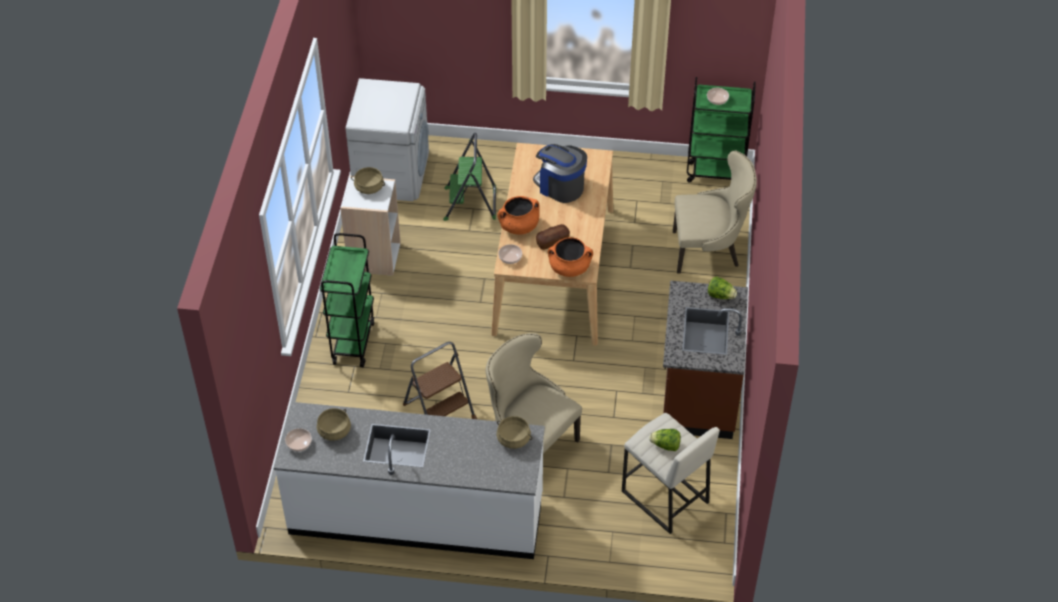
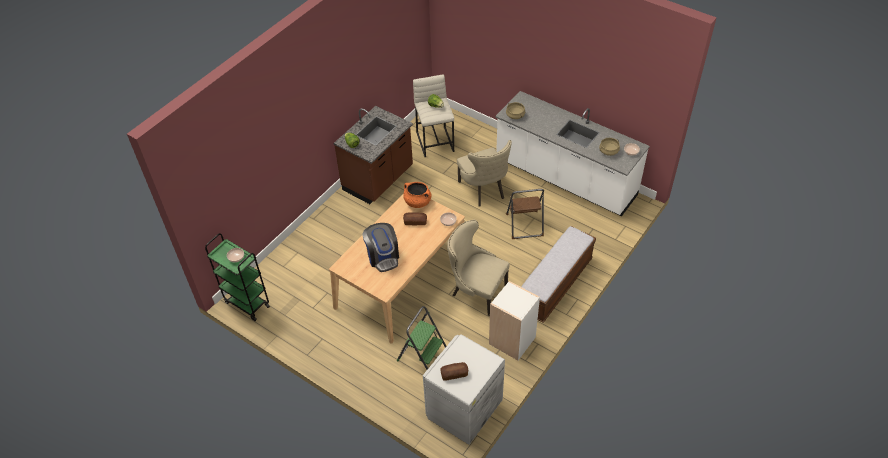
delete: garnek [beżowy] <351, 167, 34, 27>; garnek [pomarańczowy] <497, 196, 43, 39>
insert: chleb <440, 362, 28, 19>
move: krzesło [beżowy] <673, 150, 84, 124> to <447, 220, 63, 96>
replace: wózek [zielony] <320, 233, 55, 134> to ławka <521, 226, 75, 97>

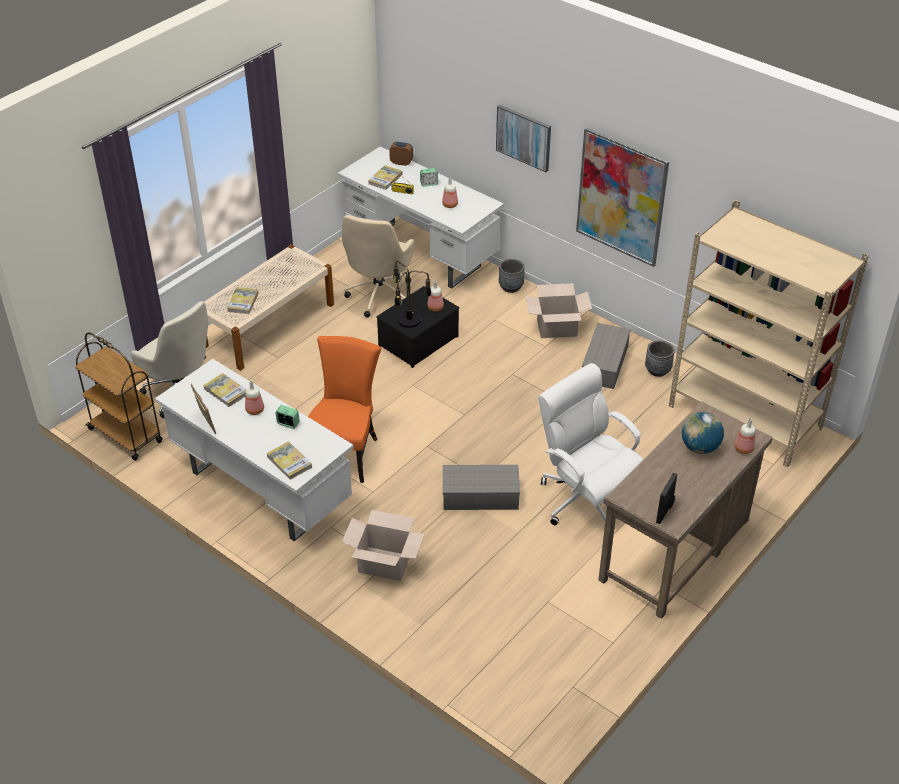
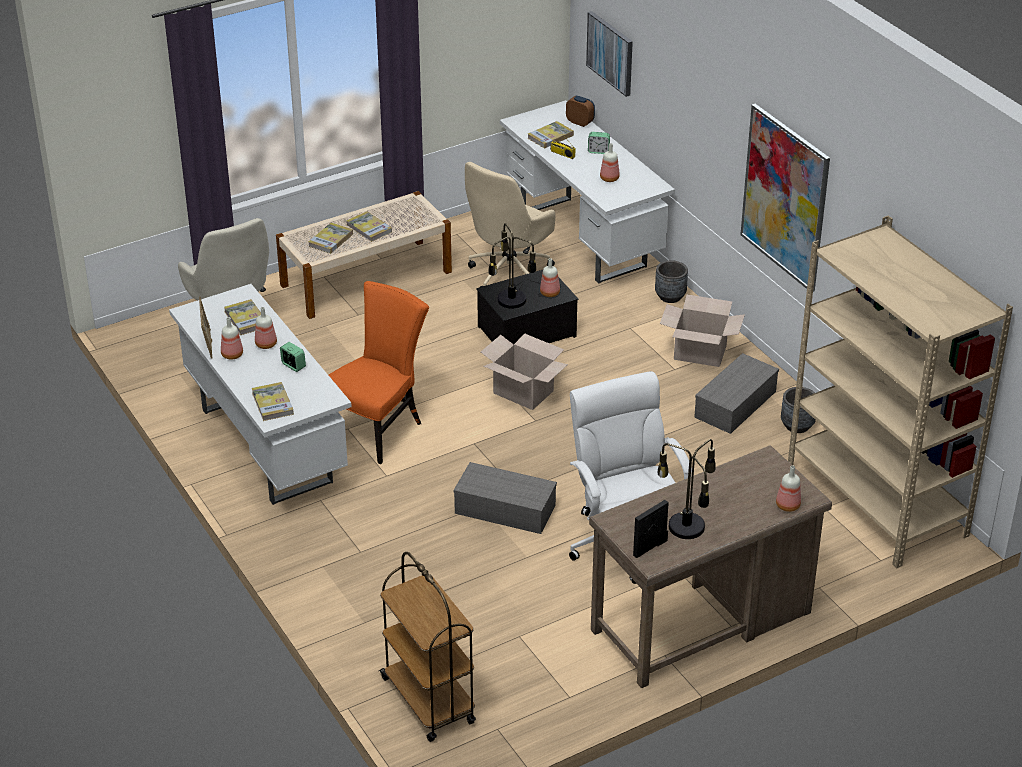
delete: globus <682, 412, 42, 42>
insert: butelka <221, 317, 22, 43>; książka <346, 211, 46, 31>; lampa stołowa <658, 439, 58, 100>
move: wózek [brązowy] <76, 332, 87, 129> to <379, 552, 97, 190>; karton <342, 510, 82, 71> to <481, 333, 87, 77>; obraz <496, 105, 55, 67> to <586, 11, 47, 86>

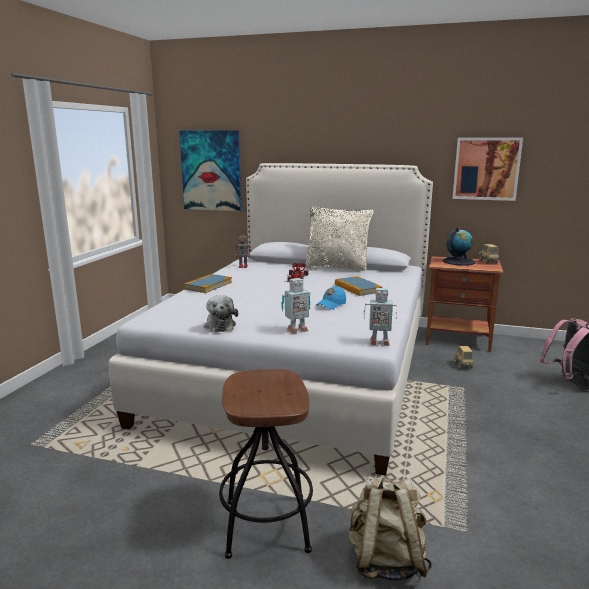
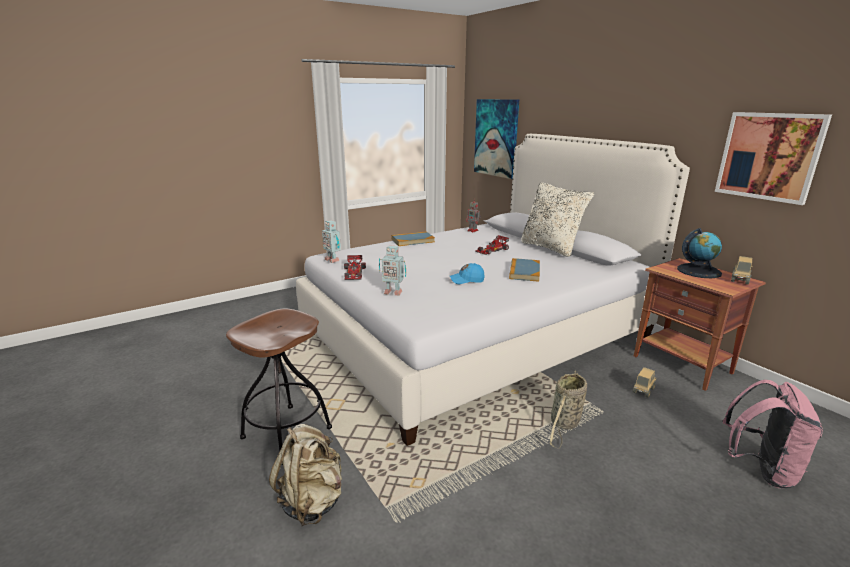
insert: koszyk <550, 371, 37, 77>
move: robot zabawkowy <364, 288, 33, 58> to <322, 220, 19, 43>
replace: pluszak <204, 295, 34, 37> to samochodzik <344, 255, 22, 25>

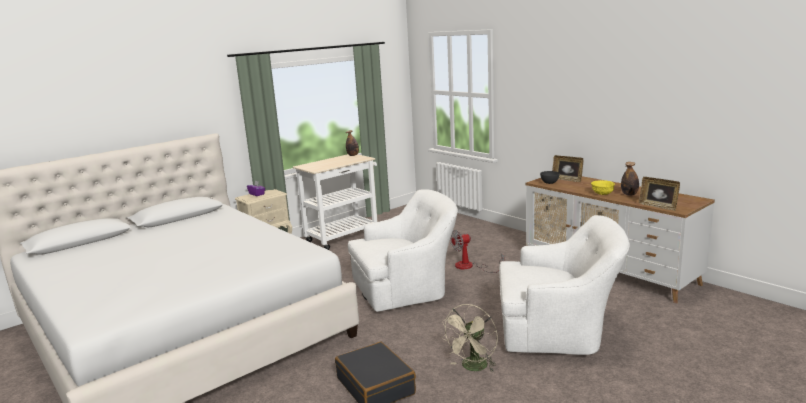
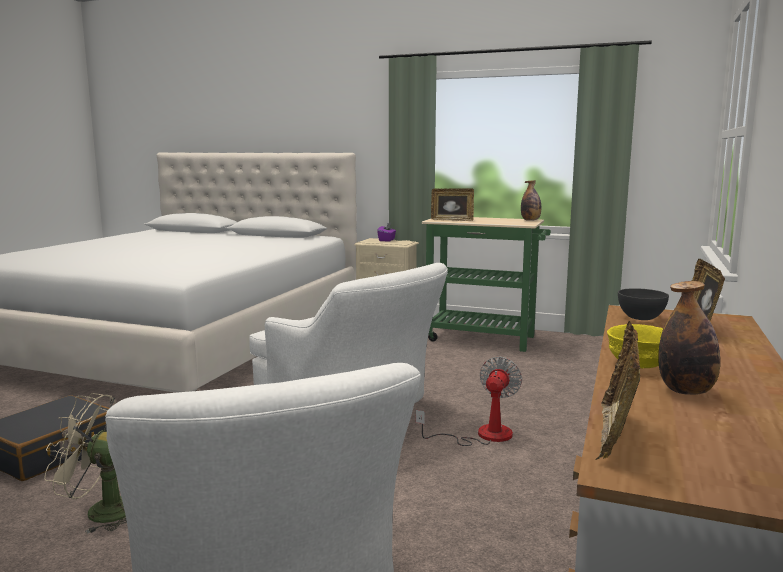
insert: ramka na zdjęcie <431, 188, 43, 33>
recolor: wózek [biały] <293, 154, 85, 96> to wózek [zielony] <422, 217, 129, 135>
rotate: wentylator <450, 230, 54, 43> = <416, 357, 106, 89> 75 degrees clockwise

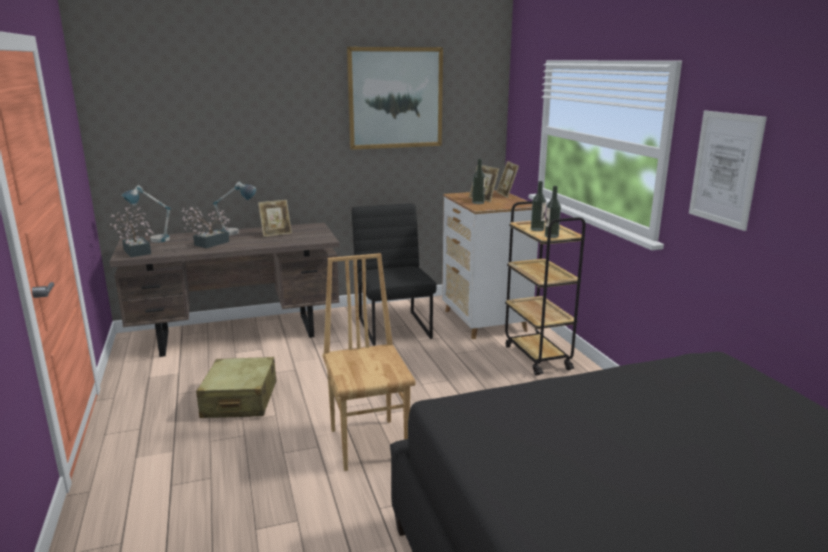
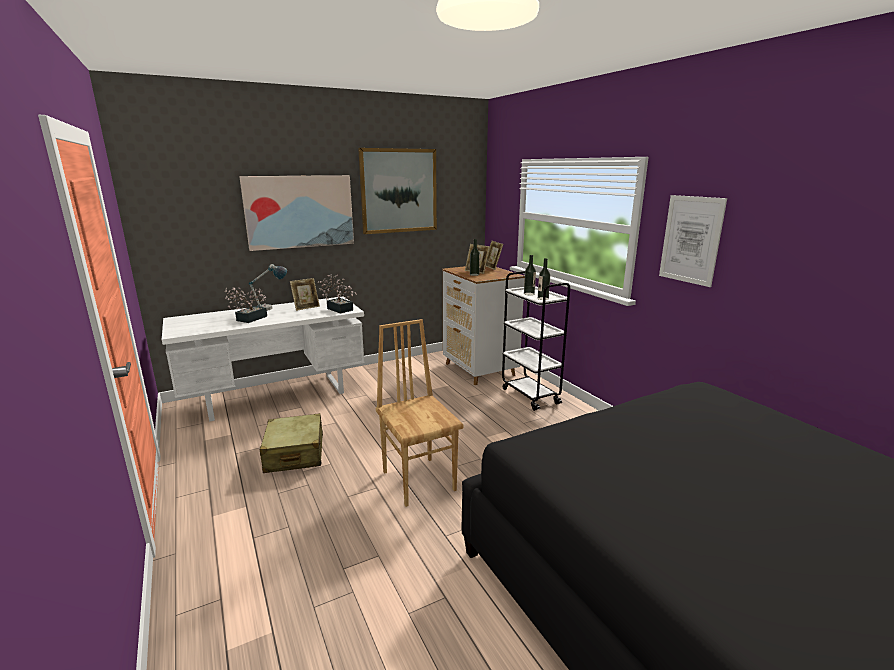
delete: lampa stołowa <121, 185, 50, 58>; krzesło [czarny] <352, 203, 84, 143>
insert: obraz <239, 175, 115, 76>
move: roślina doniczkowa <111, 207, 43, 50> to <318, 274, 39, 40>
recolor: biurko [brązowy] <110, 223, 230, 134> to biurko [biały] <162, 296, 202, 126>; wózek [brązowy] <505, 201, 81, 175> to wózek [biały] <502, 271, 68, 140>

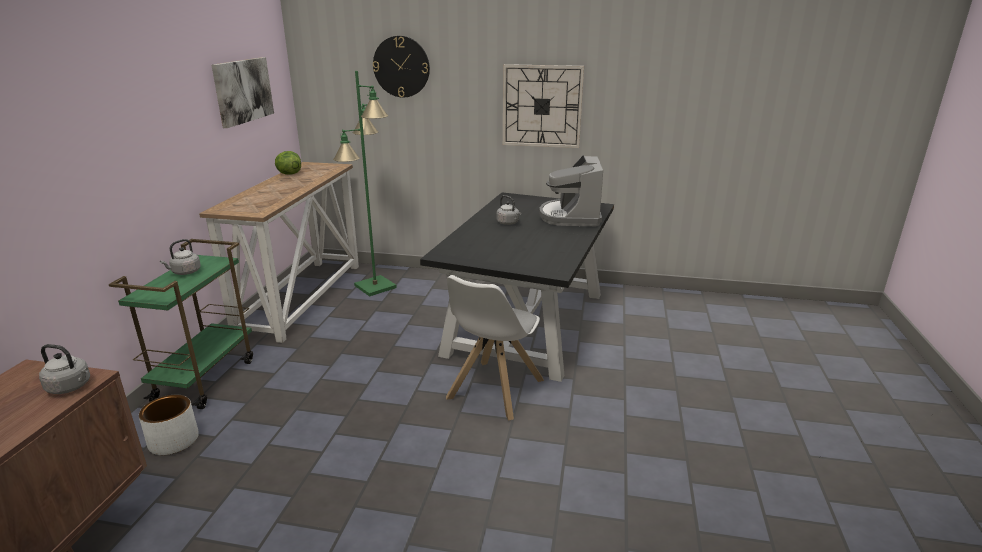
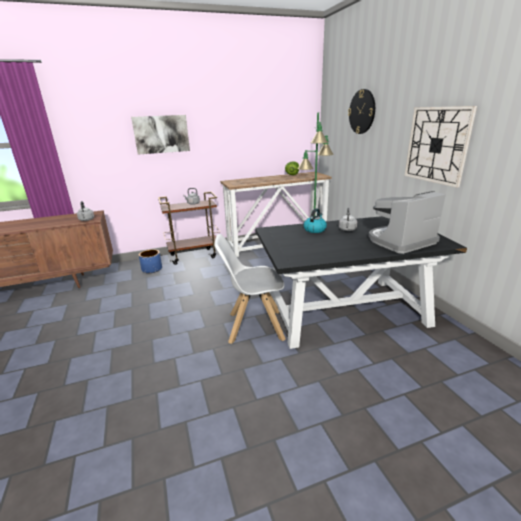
insert: czajnik <303, 208, 24, 25>
move: obraz <211, 57, 63, 71> to <131, 115, 59, 39>
recolor: wózek [zielony] <109, 239, 144, 170> to wózek [brązowy] <158, 192, 62, 73>; donica [biały] <139, 395, 60, 60> to donica [niebieski] <139, 249, 23, 24>

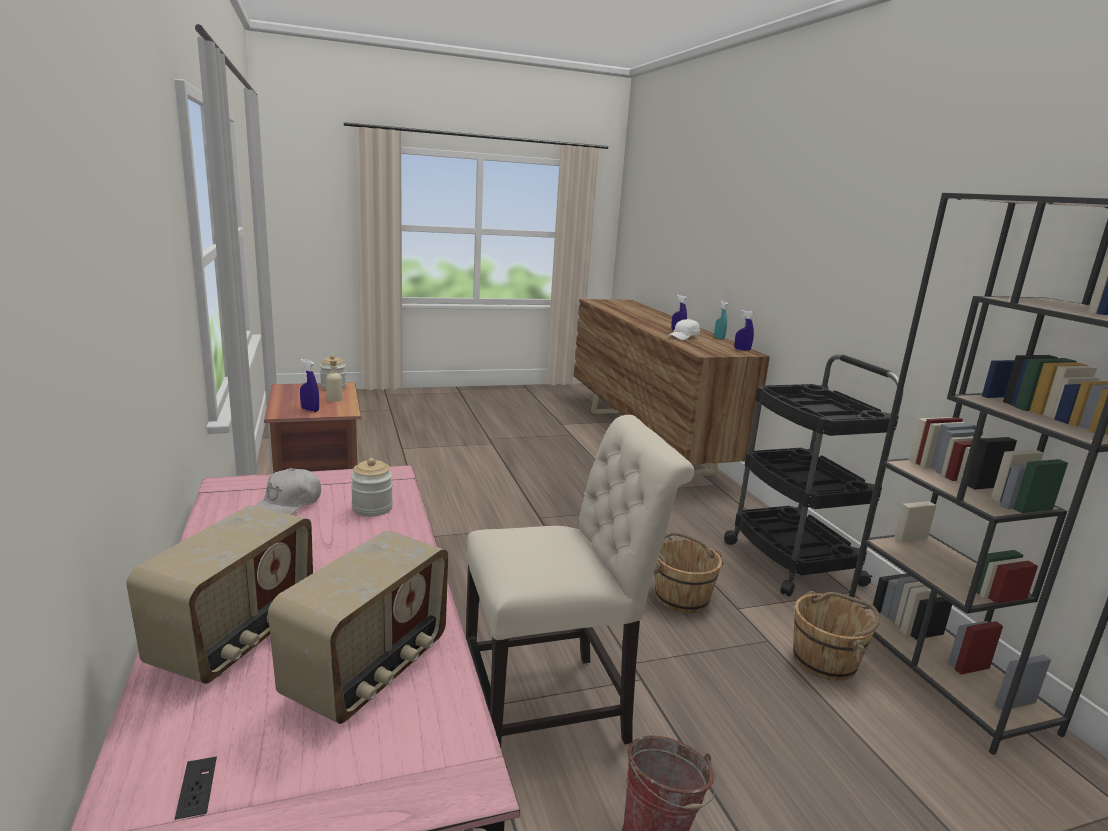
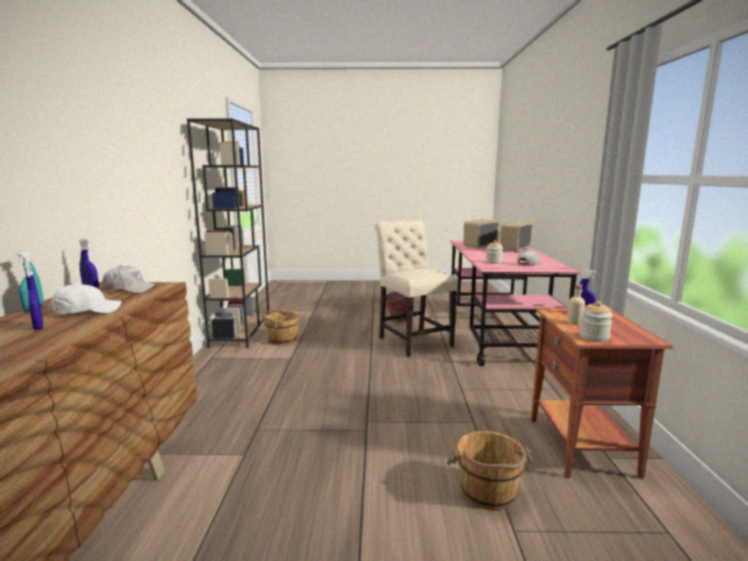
delete: wózek [czarny] <724, 355, 179, 242>
insert: czapka z daszkiem [biały] <102, 265, 55, 28>
move: wiadro [brązowy] <654, 532, 70, 81> to <447, 431, 86, 79>
rotate: krzesło [beżowy] <466, 415, 228, 332> = <375, 220, 83, 137> 60 degrees clockwise

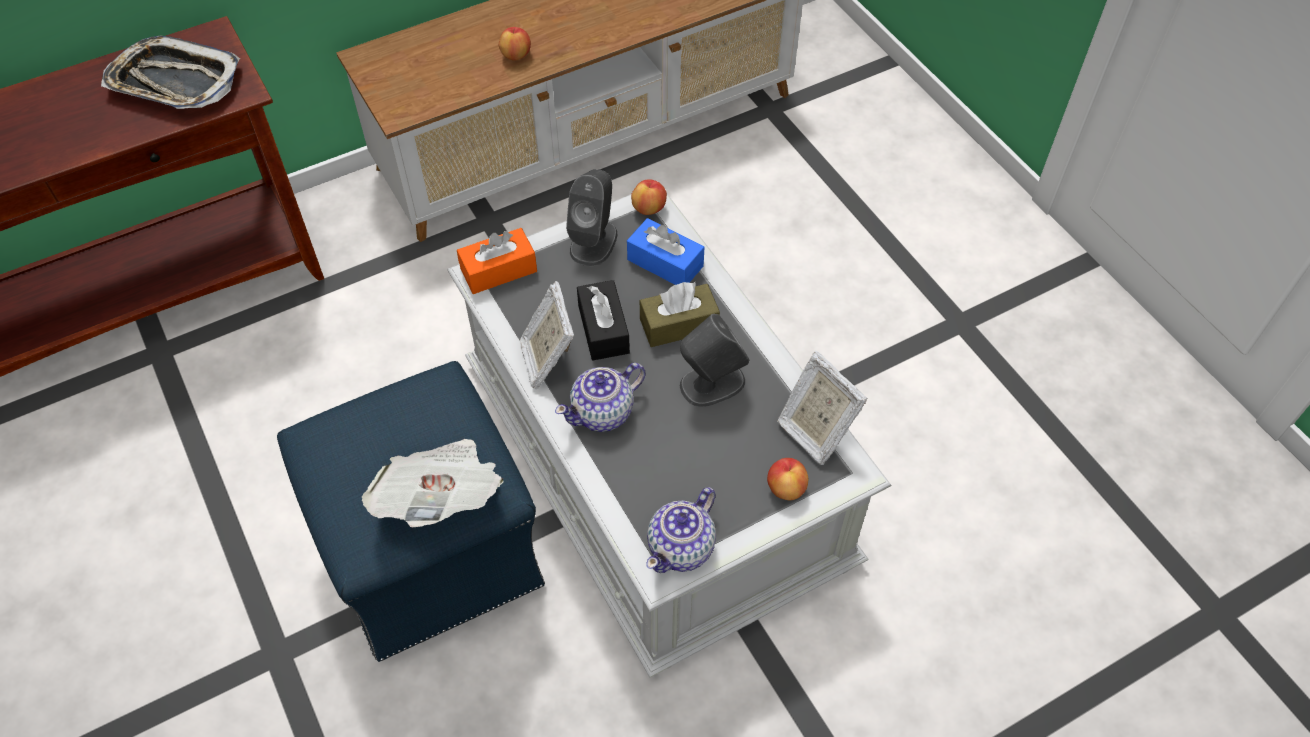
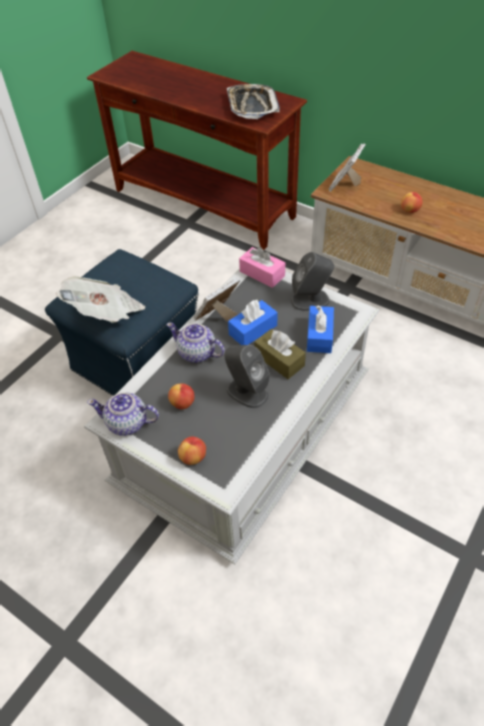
move: jabłko <631, 179, 36, 36> to <168, 383, 27, 26>; ramka na zdjęcie <777, 351, 90, 114> to <329, 143, 37, 49>
recolor: pudełko chusteczek [pomarańczowy] <457, 228, 80, 66> to pudełko chusteczek [różowy] <239, 247, 46, 41>; pudełko chusteczek [czarny] <577, 280, 53, 80> to pudełko chusteczek [niebieski] <228, 300, 50, 45>

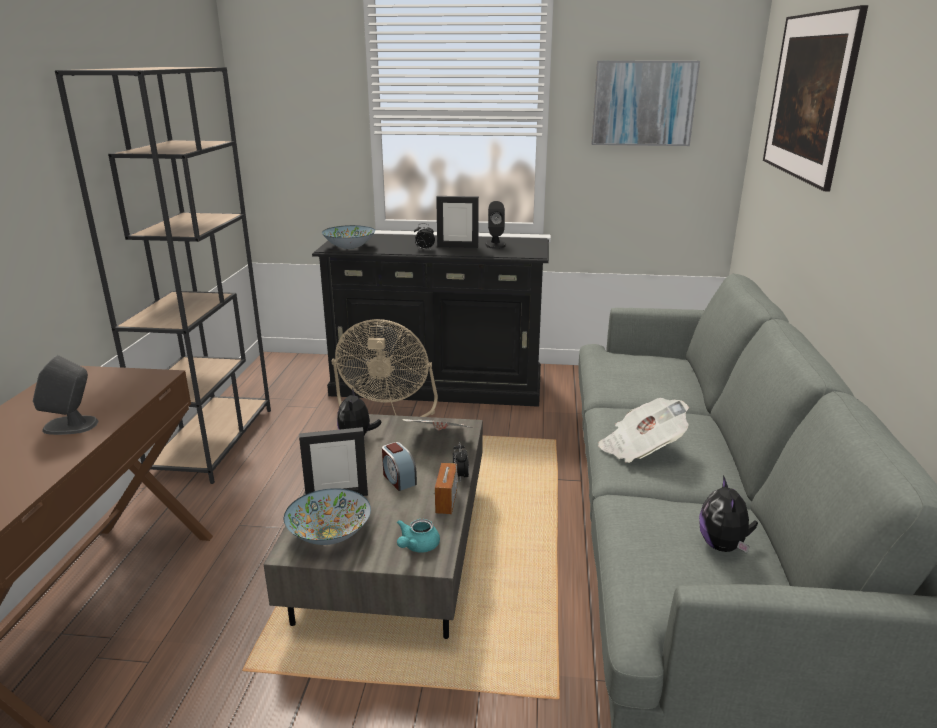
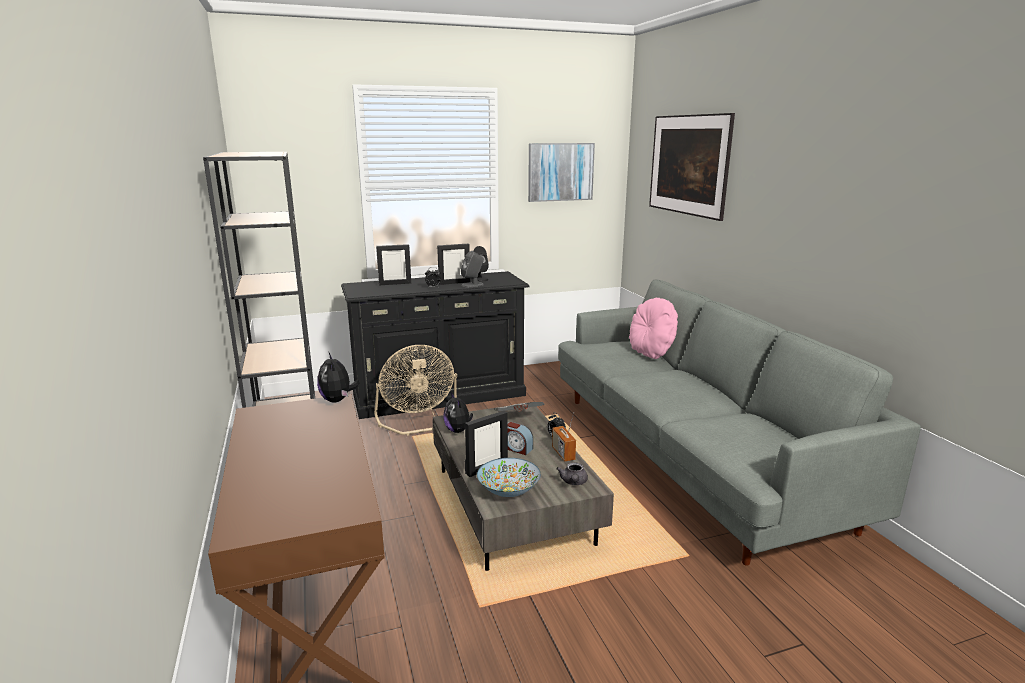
delete: miska <322, 225, 53, 24>; gazeta <598, 398, 91, 65>
insert: ramka na zdjęcie <376, 244, 35, 41>; poduszka [różowy] <629, 298, 49, 61>
move: głośnik [szary] <33, 355, 65, 80> to <461, 251, 23, 36>; pluszak <699, 475, 59, 78> to <317, 353, 42, 49>
recolor: imbryk [turkusowy] <397, 519, 43, 34> to imbryk [szary] <556, 462, 32, 23>

